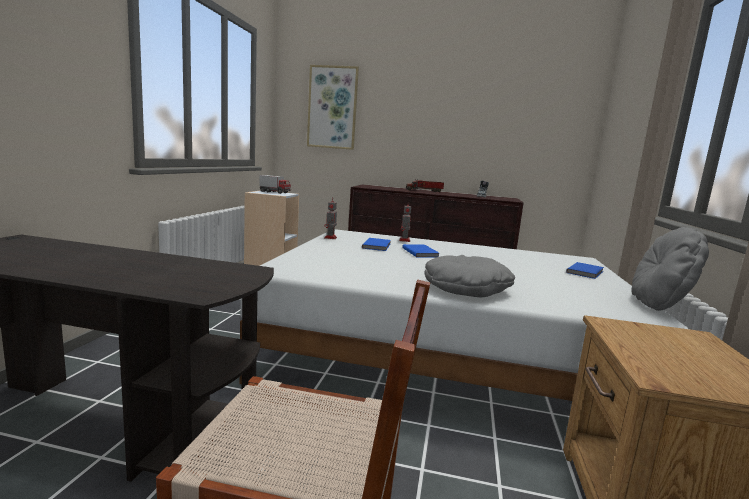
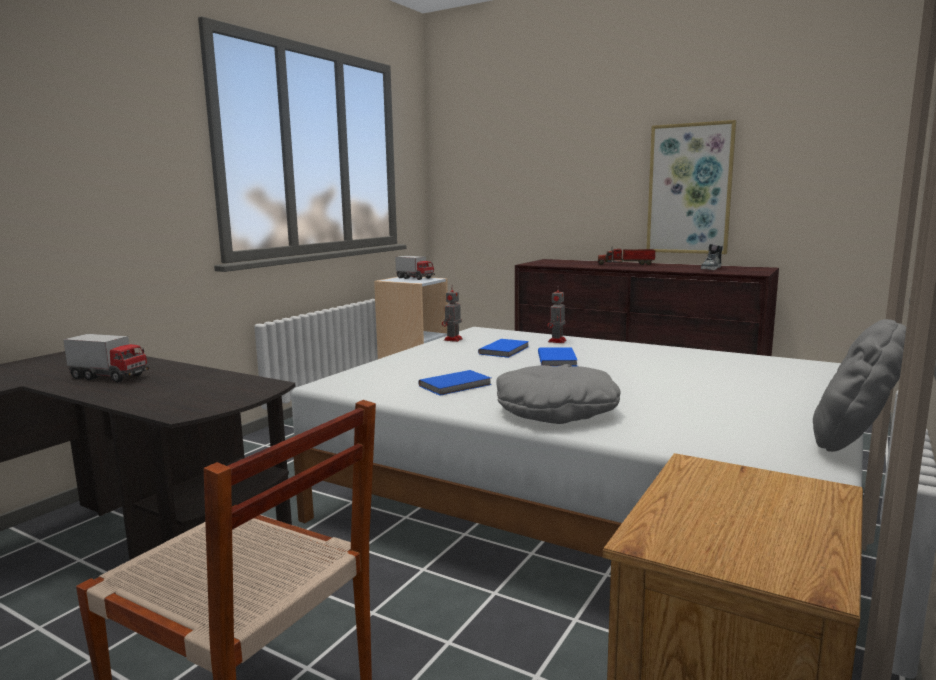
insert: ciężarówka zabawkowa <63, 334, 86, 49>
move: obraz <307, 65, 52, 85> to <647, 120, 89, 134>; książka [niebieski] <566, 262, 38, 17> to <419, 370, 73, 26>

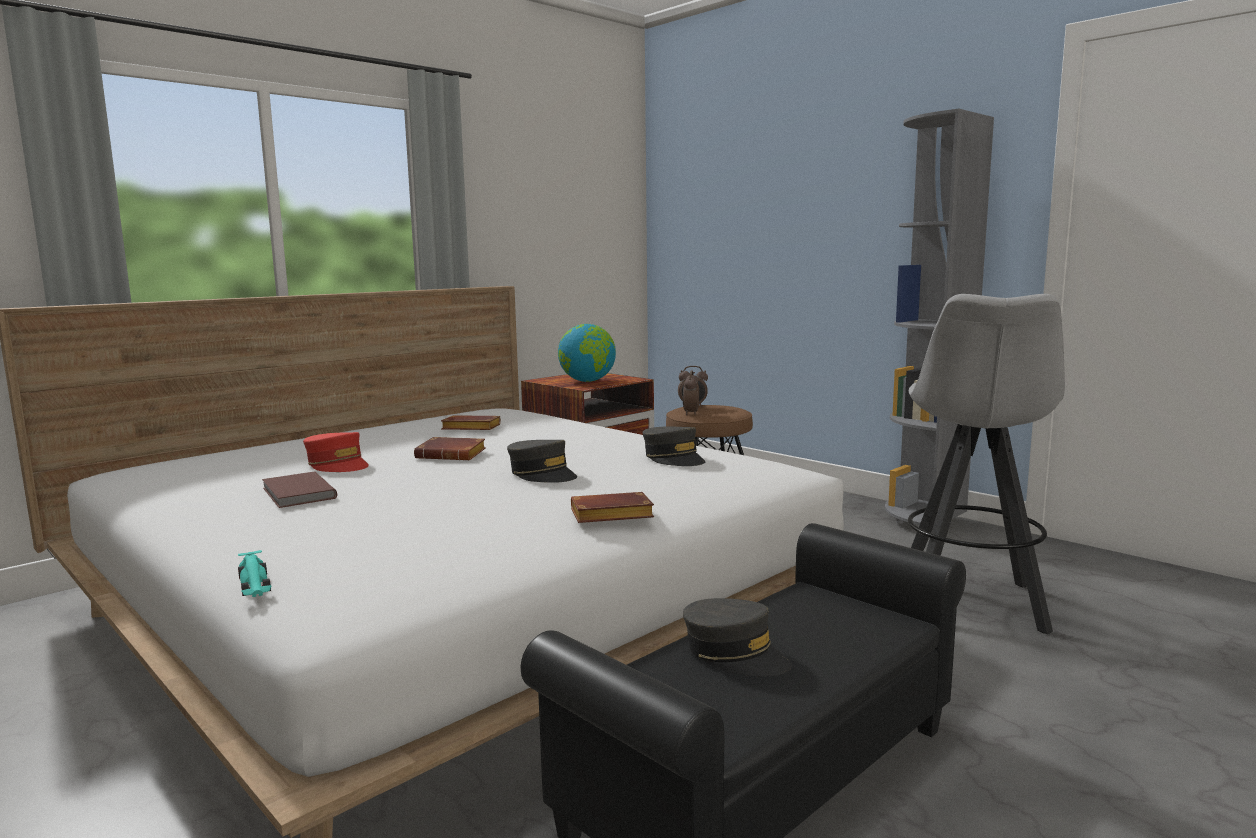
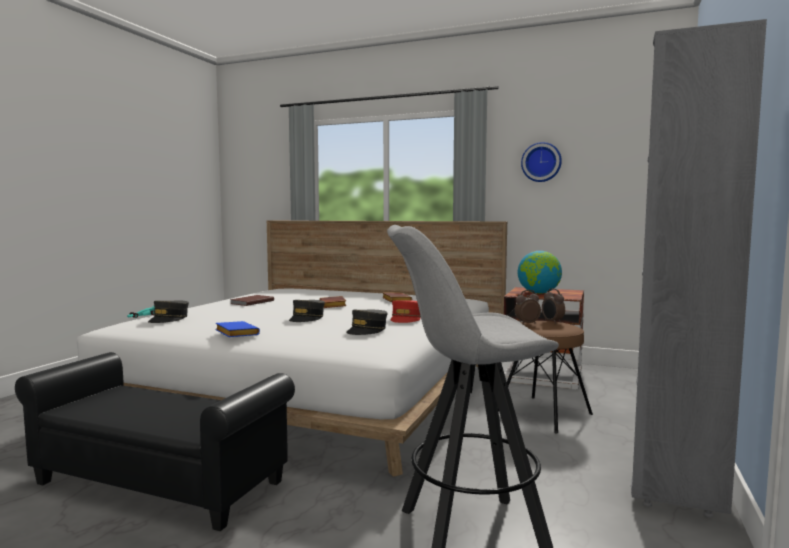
insert: zegar ścienny <521, 142, 41, 40>
move: czapka z daszkiem [czerwony] <303, 432, 66, 40> to <391, 300, 30, 23>; czapka z daszkiem [szary] <683, 598, 109, 78> to <148, 300, 41, 23>
recolor: książka [brązowy] <571, 492, 83, 31> to książka [niebieski] <215, 321, 45, 16>

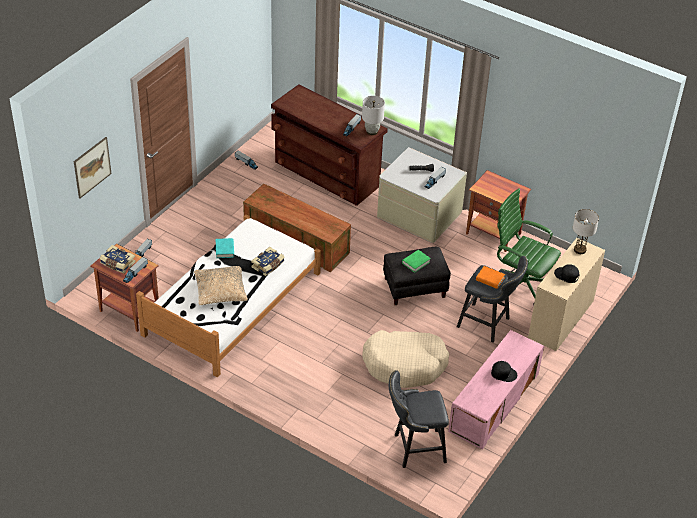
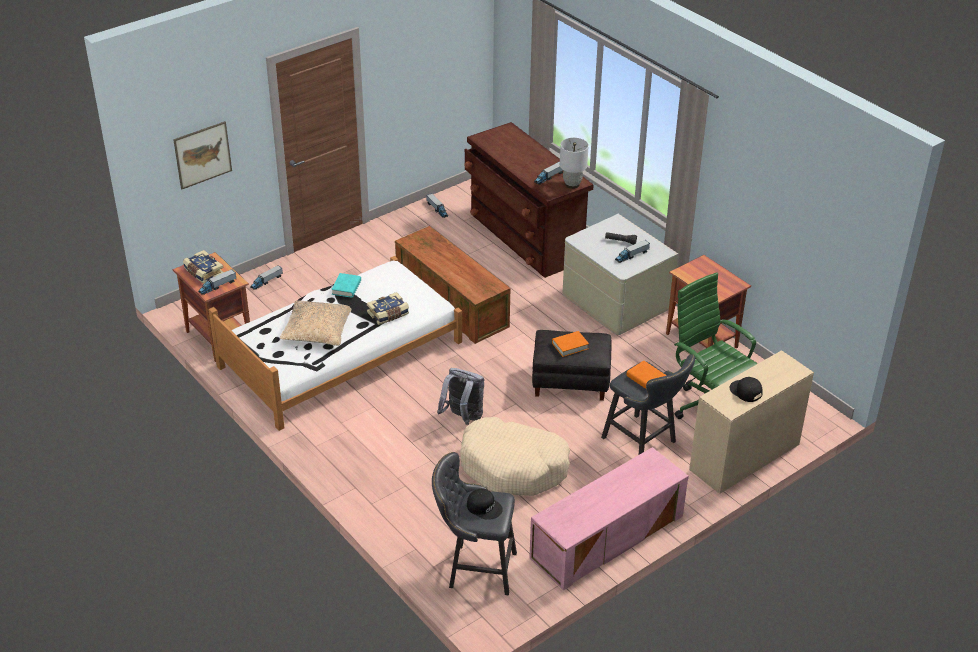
delete: lampa stołowa <573, 209, 26, 45>
insert: plecak [szary] <437, 368, 47, 57>
move: czapka z daszkiem [czarny] <491, 361, 26, 21> to <467, 489, 36, 31>
recolor: książka [zielony] <402, 250, 29, 23> to książka [pomarańczowy] <552, 331, 37, 26>

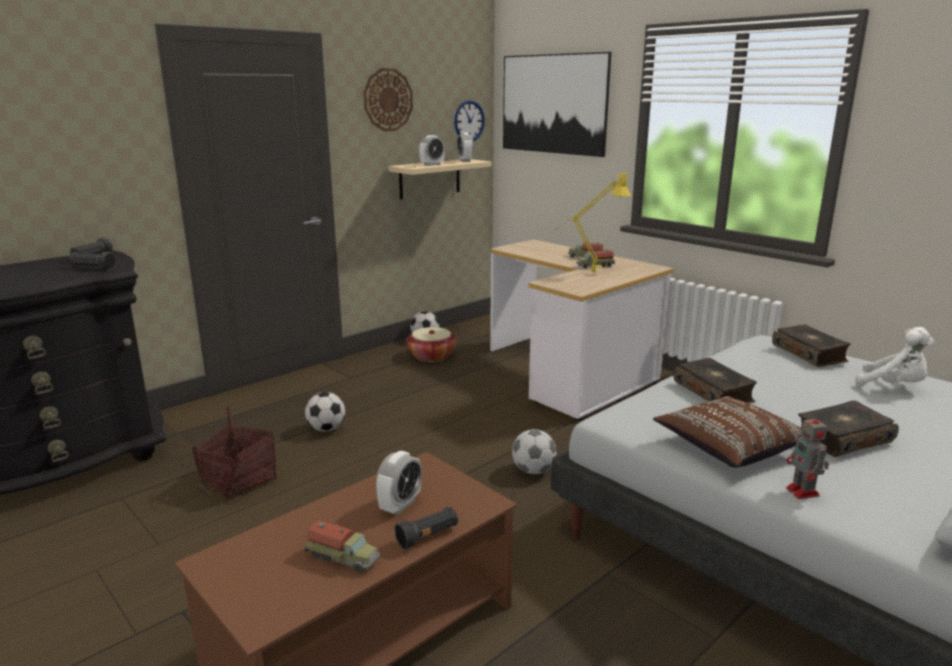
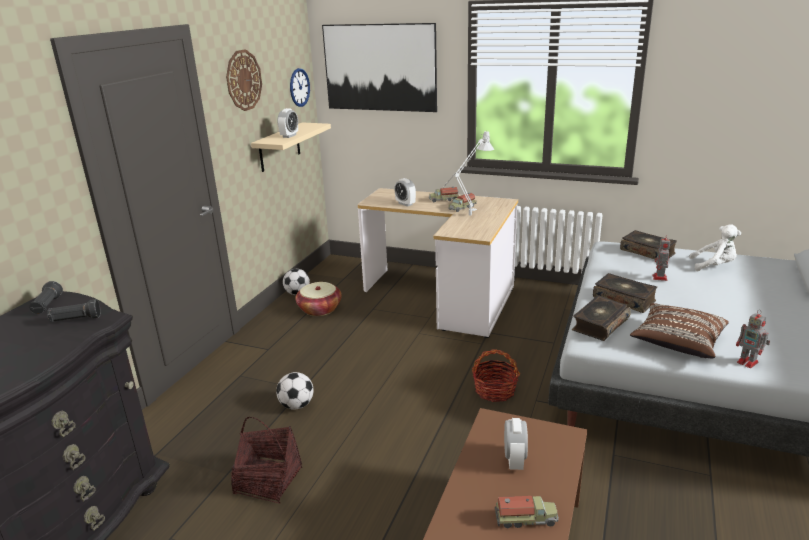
delete: latarka [czarny] <395, 507, 63, 42>
insert: robot zabawkowy <653, 234, 17, 47>
move: budzik <457, 133, 17, 29> to <394, 178, 22, 29>; książka <798, 400, 101, 57> to <572, 295, 59, 46>
replace: piłka futbolowa <512, 429, 44, 45> to koszyk <472, 349, 48, 53>
recolor: lampa stołowa [żółty] <553, 173, 78, 100> to lampa stołowa [szary] <442, 131, 52, 84>

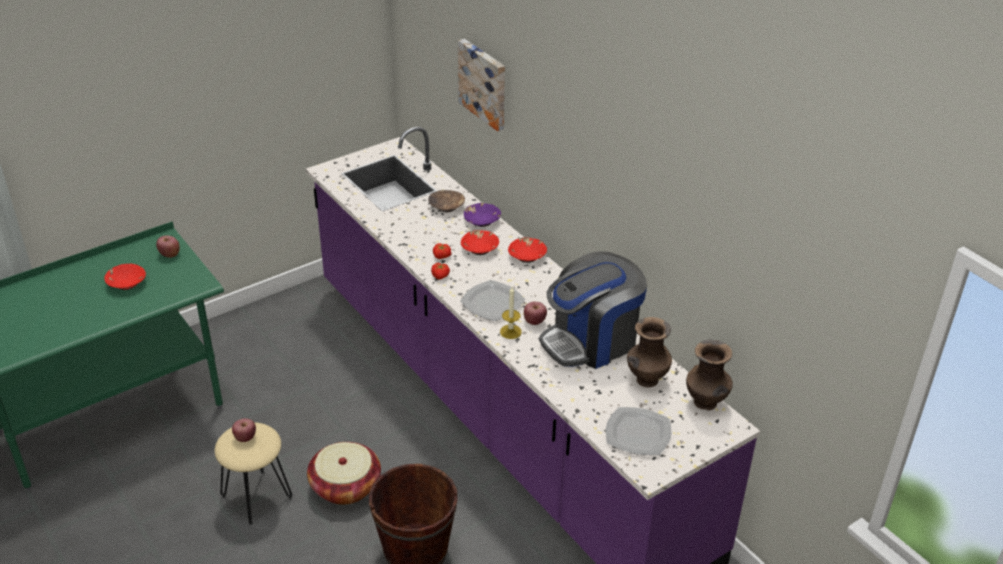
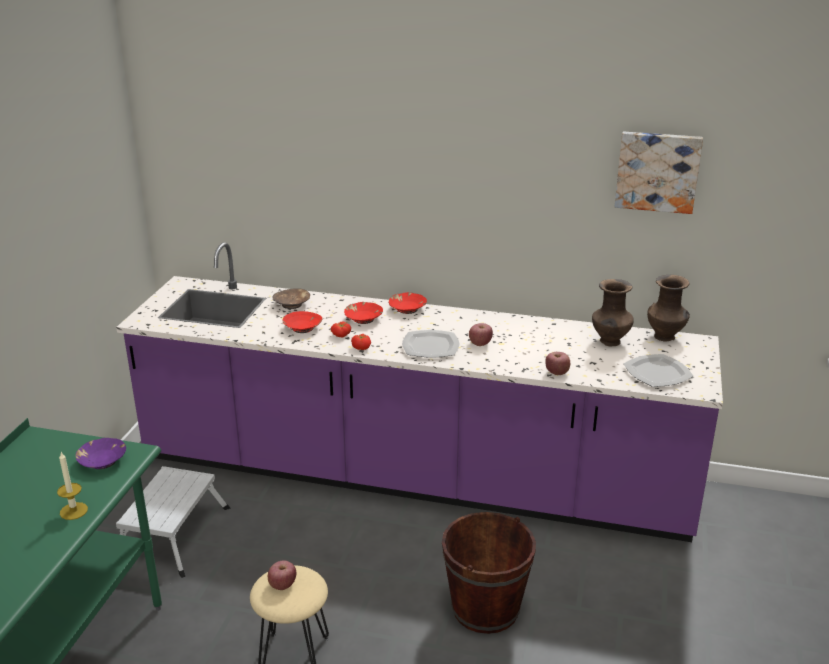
delete: koszyk <307, 442, 74, 63>; ekspres do kawy <539, 251, 108, 118>
insert: drabinka [biały] <116, 466, 114, 112>
move: miska [czerwony] <105, 264, 41, 26> to <283, 311, 39, 22>; jabłko <156, 235, 24, 23> to <545, 352, 25, 23>; obraz <458, 39, 47, 92> to <615, 132, 88, 82>; miska [fioletowy] <464, 203, 37, 24> to <76, 438, 50, 31>; świeca <500, 287, 22, 52> to <57, 452, 31, 68>

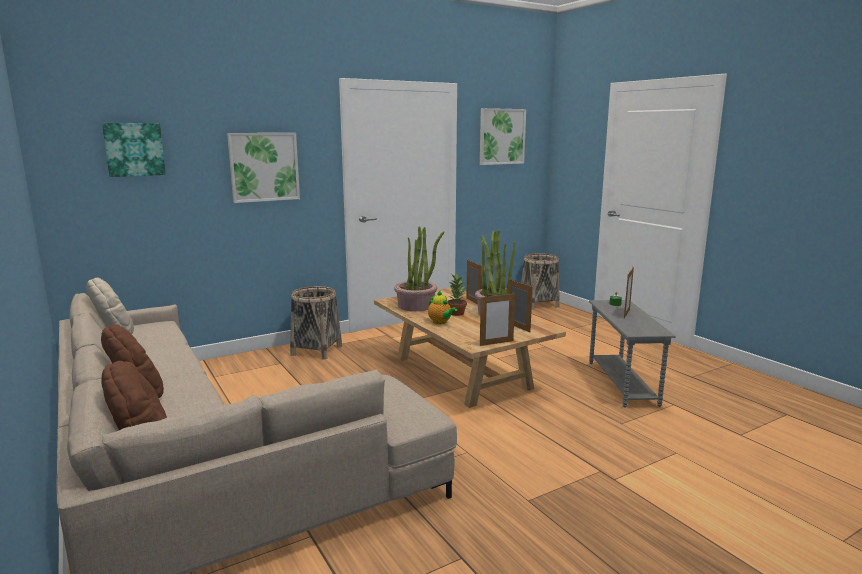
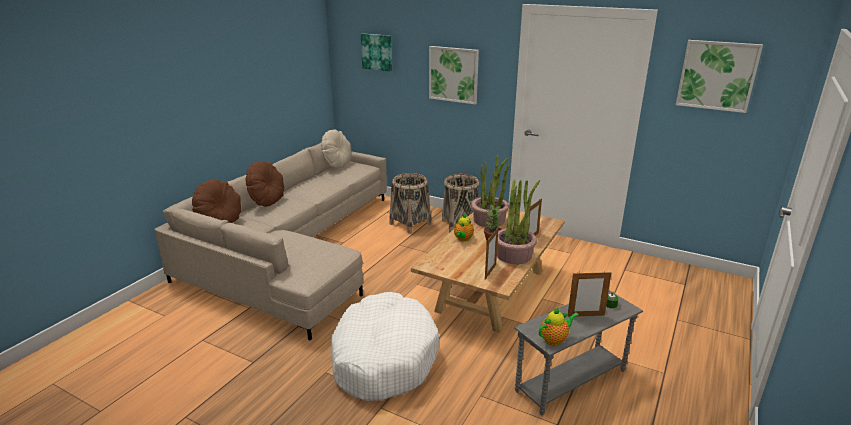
delete: ramka na zdjęcie <480, 294, 35, 52>
insert: legowisko [biały] <331, 292, 108, 109>; imbryk <539, 308, 40, 38>
move: koszyk <521, 253, 39, 57> to <389, 173, 42, 60>

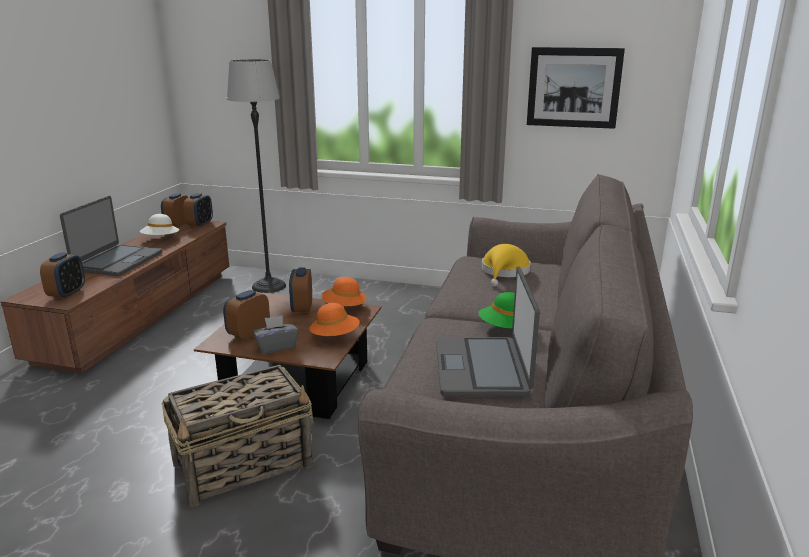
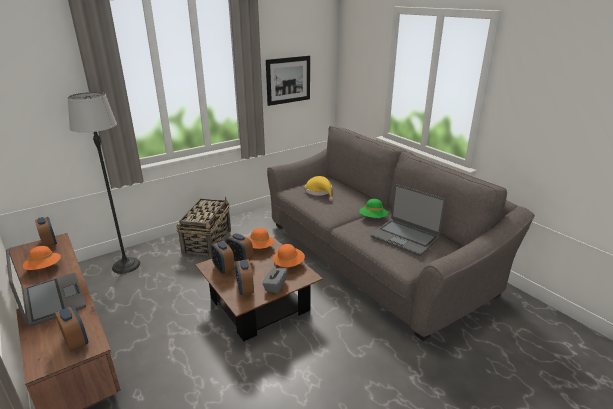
move: budzik <161, 193, 28, 35> to <211, 241, 24, 33>; koszyk <161, 365, 153, 142> to <176, 197, 55, 61>
recolor: kapelusz [biały] <140, 214, 39, 21> to kapelusz [pomarańczowy] <23, 246, 38, 24>

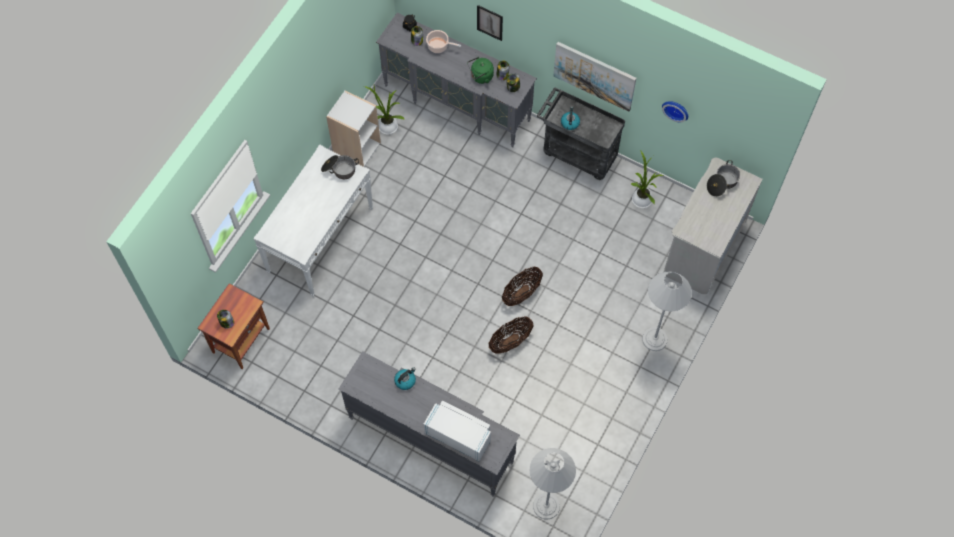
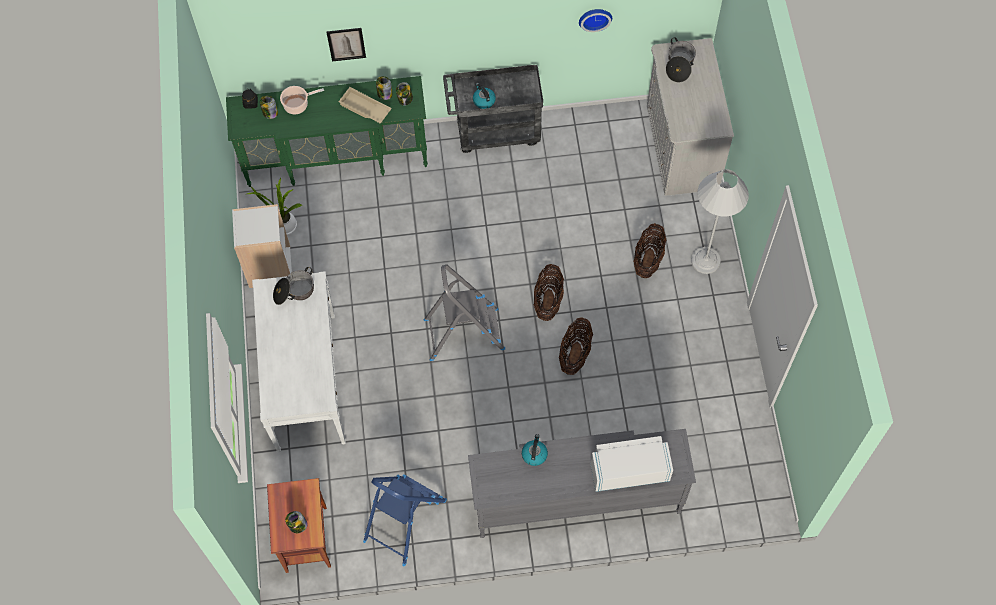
delete: lampa stojąca [biały] <530, 448, 46, 71>; obraz <553, 42, 83, 70>; roślina doniczkowa <631, 150, 33, 58>
insert: drabinka [niebieski] <363, 474, 84, 92>; drabinka [szary] <424, 264, 81, 97>; koszyk <633, 223, 33, 55>
replace: czajnik [zielony] <467, 57, 27, 27> to taca [beżowy] <338, 87, 54, 37>
recolor: szafka [szary] <376, 13, 161, 135> to szafka [zielony] <226, 76, 202, 111>

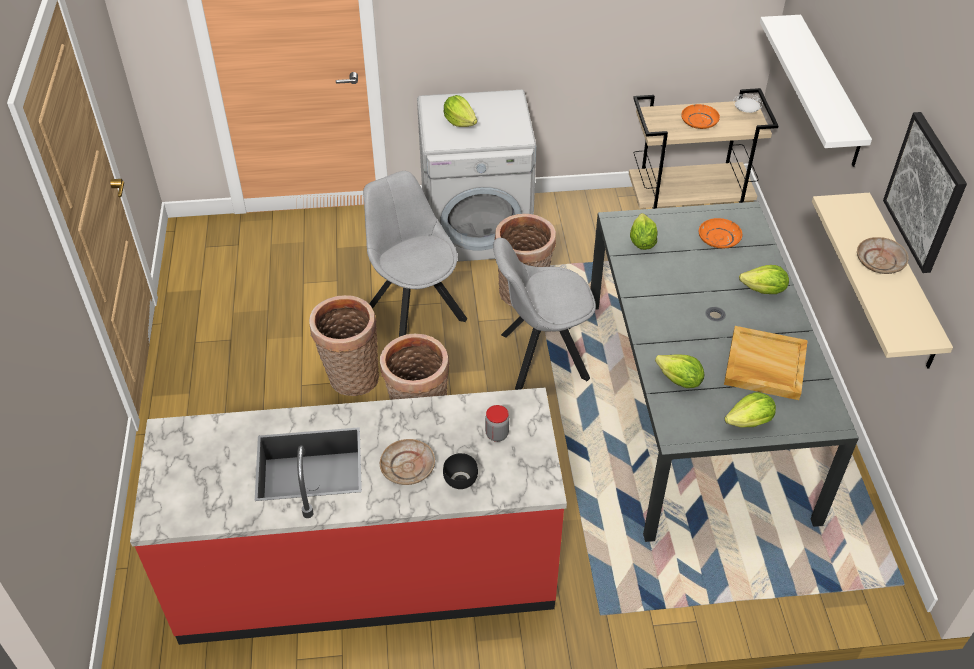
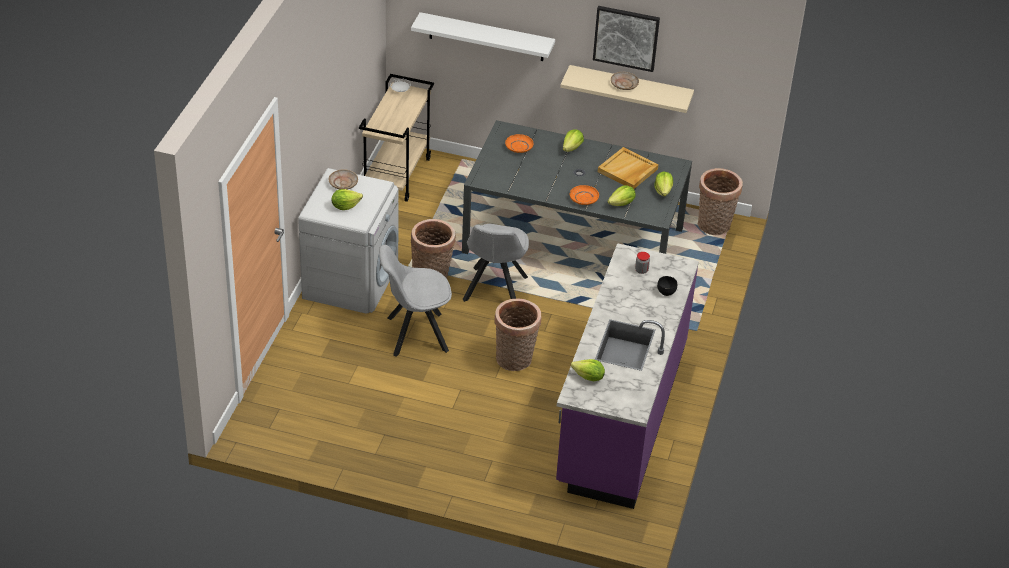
move: koszyk <309, 295, 70, 101> to <698, 168, 45, 67>; talerz [beżowy] <380, 439, 55, 46> to <329, 169, 29, 21>; sałata <630, 213, 28, 37> to <571, 359, 34, 22>; talerz [pomarańczowy] <681, 104, 39, 25> to <570, 185, 29, 20>
recolor: zabudowa kuchenna [czerwony] <130, 387, 437, 258> to zabudowa kuchenna [fioletowy] <556, 243, 143, 266>

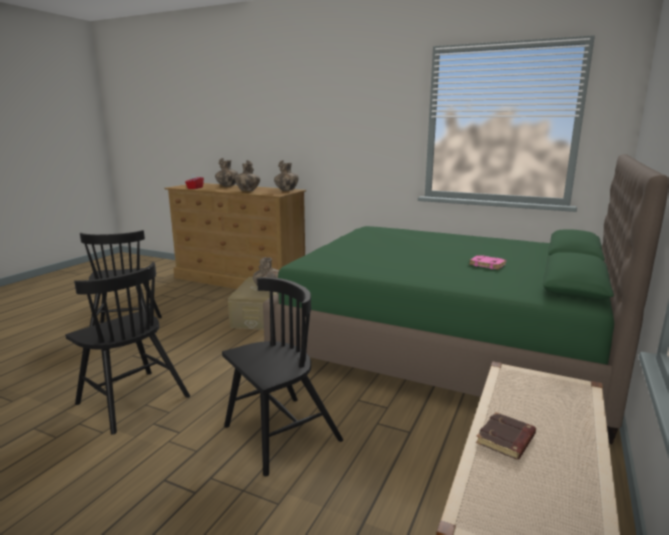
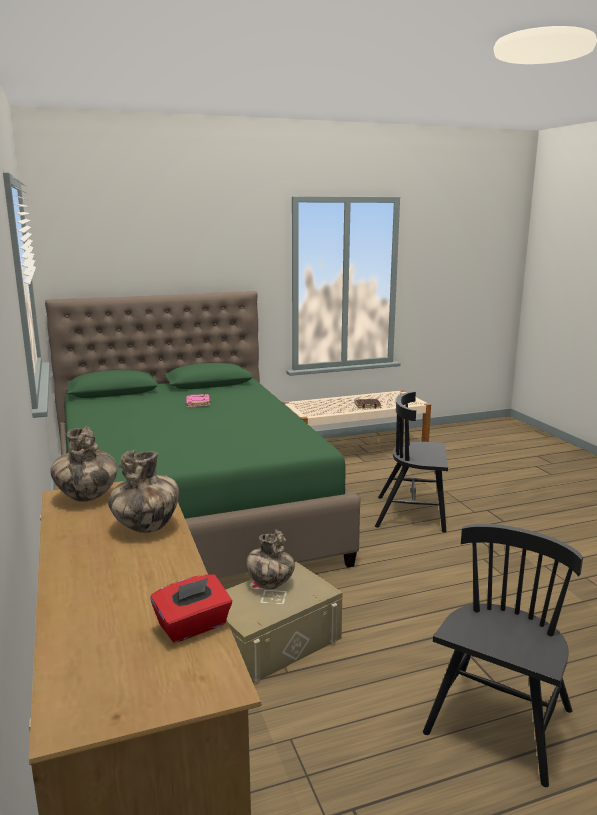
delete: krzesło [czarny] <65, 262, 125, 173>; wazon <215, 158, 23, 29>

